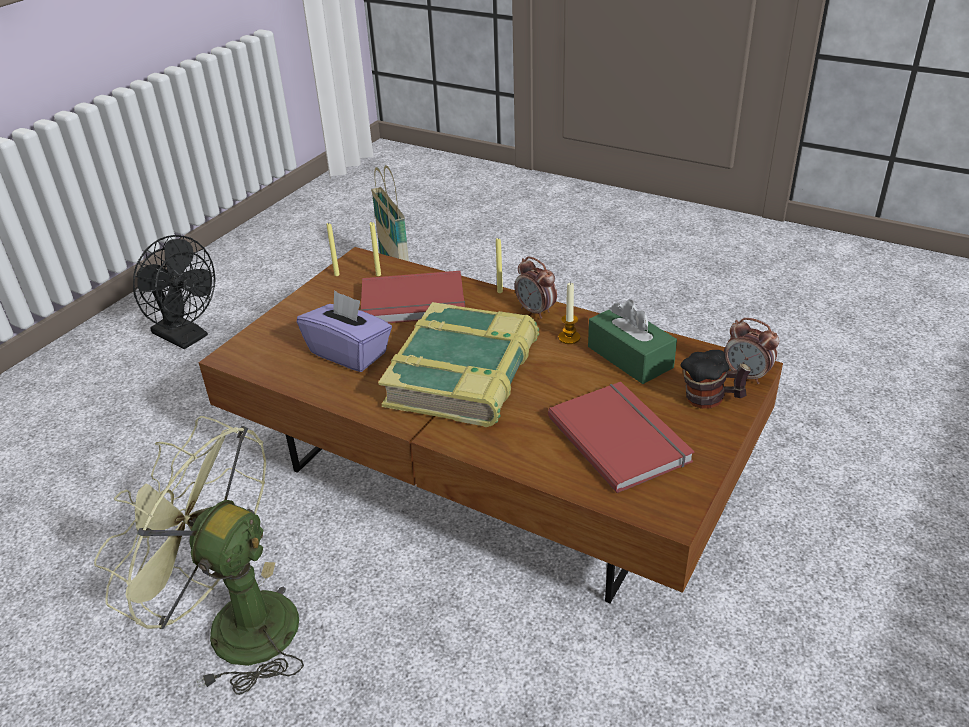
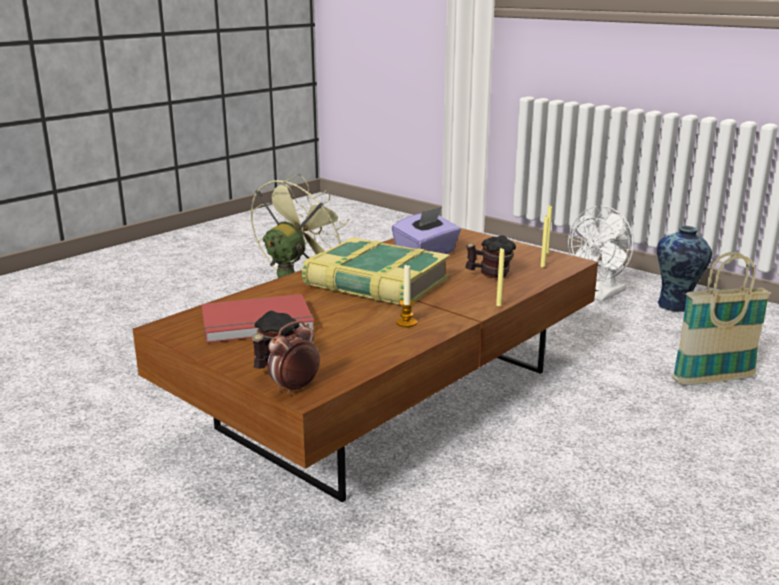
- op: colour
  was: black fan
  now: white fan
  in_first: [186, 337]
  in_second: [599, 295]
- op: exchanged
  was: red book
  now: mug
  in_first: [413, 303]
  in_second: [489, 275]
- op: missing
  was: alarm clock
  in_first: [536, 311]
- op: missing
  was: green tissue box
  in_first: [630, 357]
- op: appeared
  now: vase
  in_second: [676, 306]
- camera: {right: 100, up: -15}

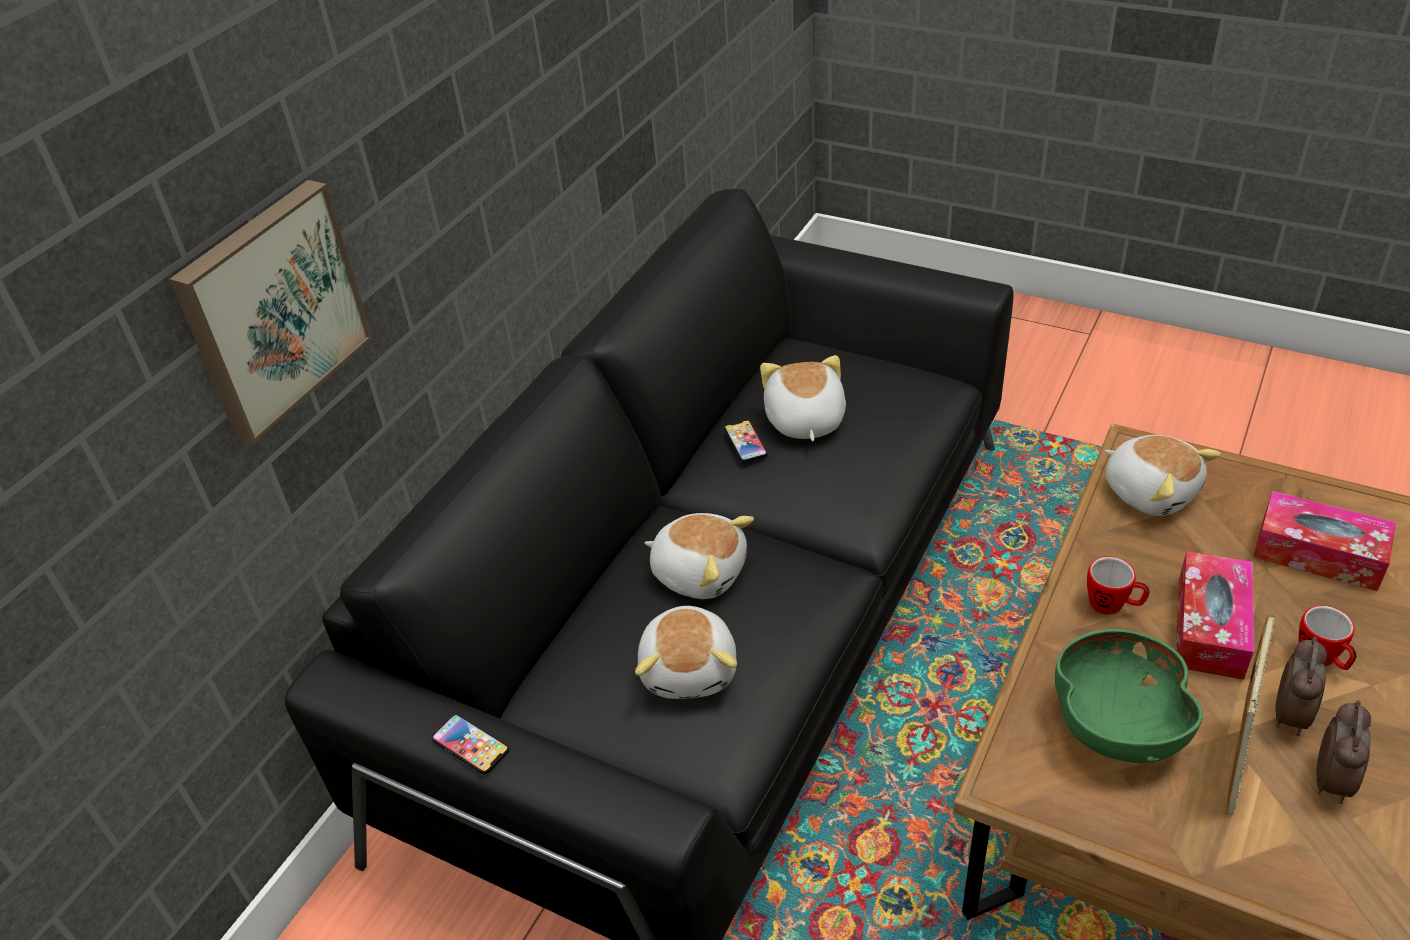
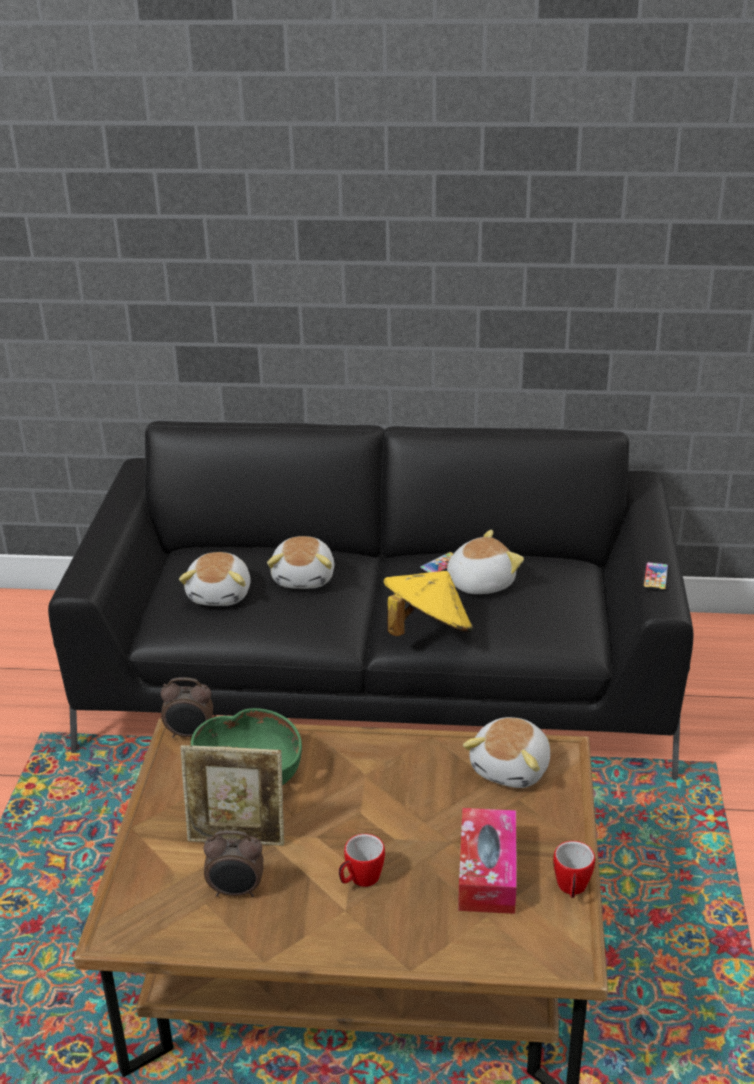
- op: missing
  was: picture
  in_first: [271, 309]
- op: relocated
  was: phone
  in_first: [470, 745]
  in_second: [655, 577]
- op: spun
  was: plush toy
  in_first: [690, 669]
  in_second: [221, 594]
  clockwise: -60
- op: relocated
  was: mug
  in_first: [1113, 605]
  in_second: [572, 889]
- op: missing
  was: tissue box
  in_first: [1210, 627]
- op: relocated
  was: alarm clock
  in_first: [1291, 715]
  in_second: [190, 734]
- op: appeared
  now: yellow hat
  in_second: [427, 630]
- camera: {right: 65, up: -10}

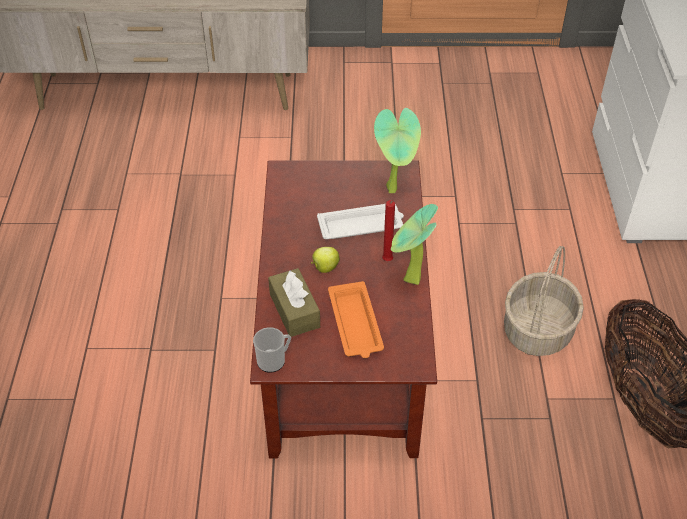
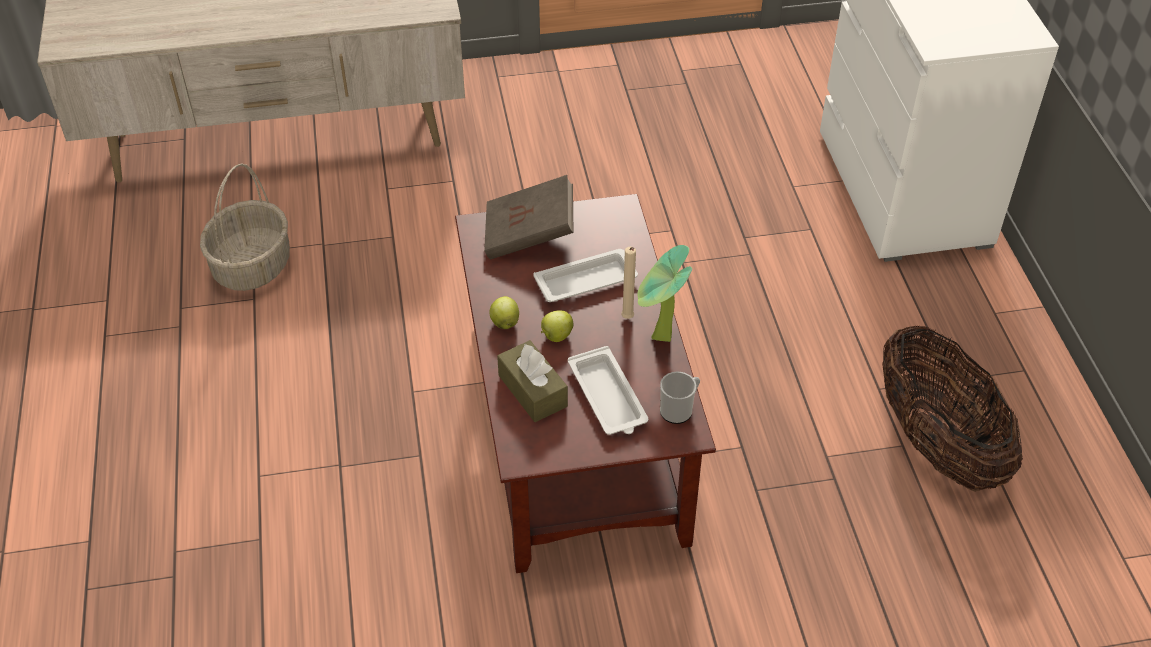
- op: relocated
  was: mug
  in_first: [274, 360]
  in_second: [679, 410]
- op: colour
  was: orange tray
  now: white tray
  in_first: [355, 324]
  in_second: [608, 397]
- op: missing
  was: potted plant
  in_first: [395, 189]
- op: colour
  was: red candle
  now: beige candle
  in_first: [387, 261]
  in_second: [627, 319]
- op: relocated
  was: basket
  in_first: [538, 331]
  in_second: [252, 267]
- op: appeared
  now: brown book
  in_second: [529, 235]
- op: appeared
  now: apple
  in_second: [505, 322]
- camera: {right: -10, up: 0}

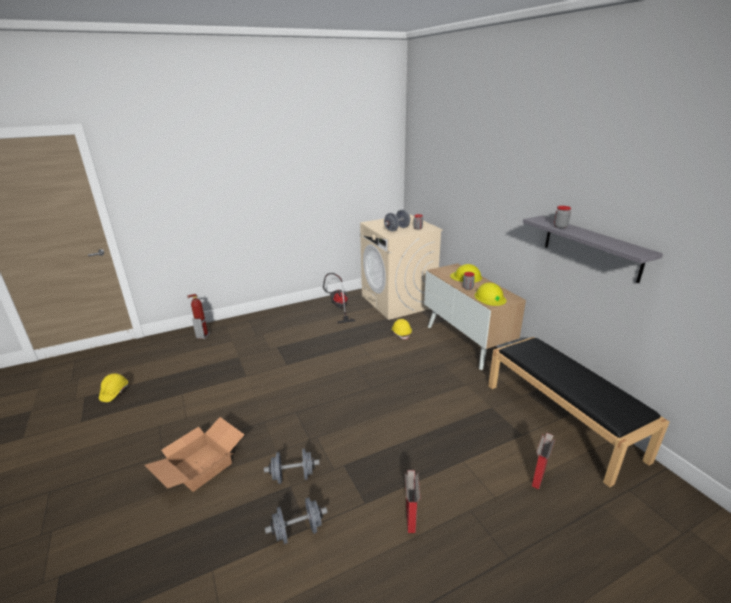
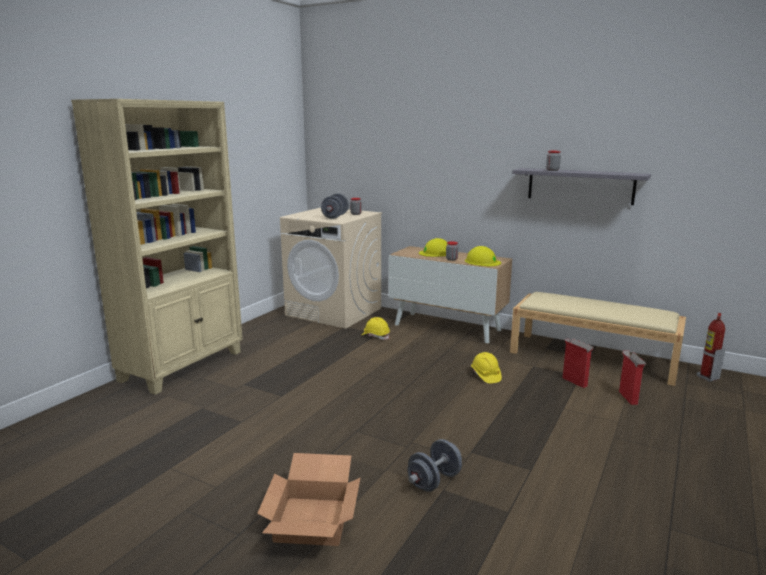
- op: relocated
  was: yellow hard hat
  in_first: [114, 392]
  in_second: [485, 375]
- op: relocated
  was: fire extinguisher
  in_first: [203, 336]
  in_second: [707, 377]
- op: missing
  was: grey dumbbell
  in_first: [298, 531]
- op: missing
  was: vacuum cleaner
  in_first: [339, 308]
- op: relocated
  was: cardboard box
  in_first: [410, 519]
  in_second: [575, 382]
- op: colour
  was: black bench
  now: beige bench
  in_first: [562, 420]
  in_second: [593, 357]
- op: appeared
  now: beige bookcase
  in_second: [183, 366]
- camera: {right: -35, up: -10}

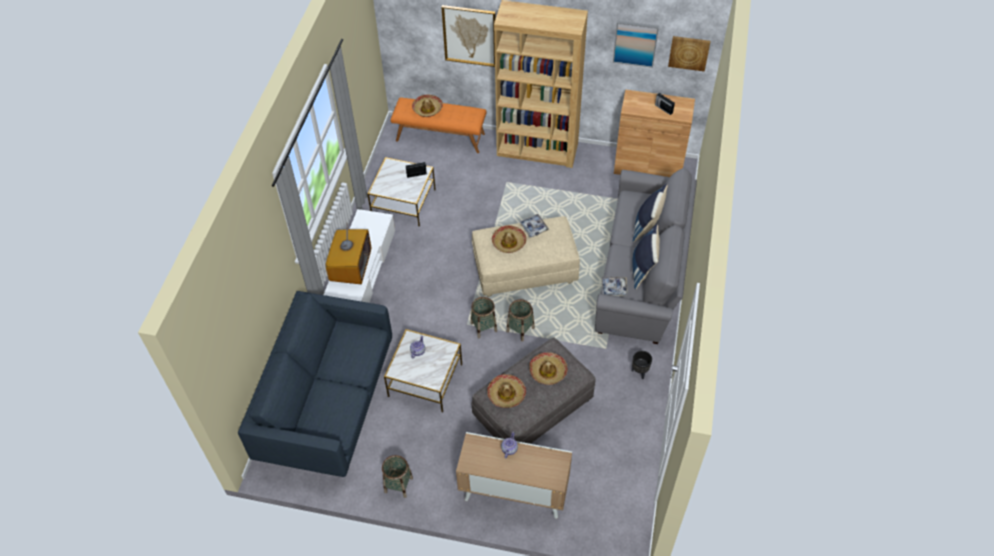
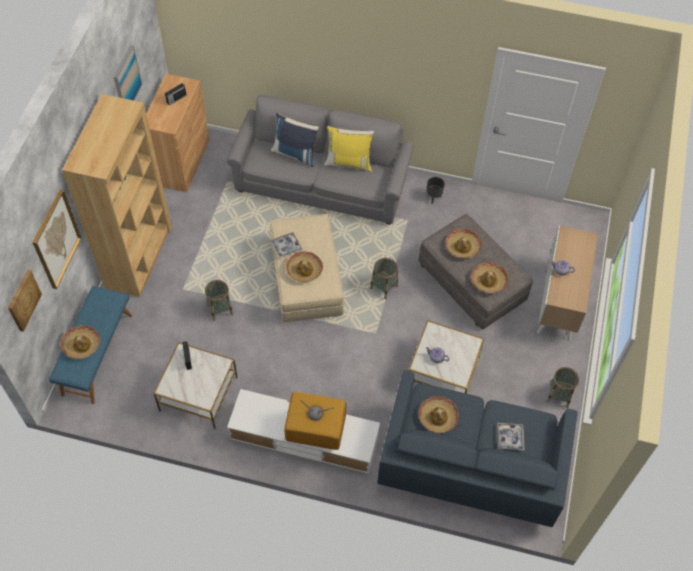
- op: colour
  was: orange bench
  now: blue bench
  in_first: [440, 136]
  in_second: [96, 354]
- op: relocated
  was: basket
  in_first: [483, 327]
  in_second: [220, 309]
- op: relocated
  was: tray
  in_first: [614, 288]
  in_second: [510, 438]
- op: colour
  was: blue pillow
  now: yellow pillow
  in_first: [643, 270]
  in_second: [349, 162]
- op: relocated
  was: picture
  in_first: [689, 52]
  in_second: [23, 300]
- op: appeared
  now: hat
  in_second: [438, 417]
- camera: {right: -90, up: 5}

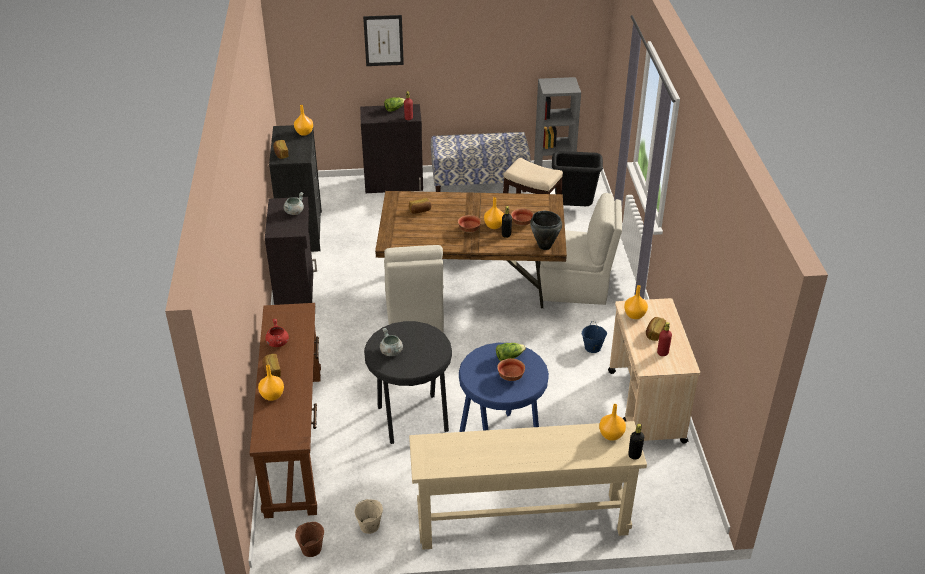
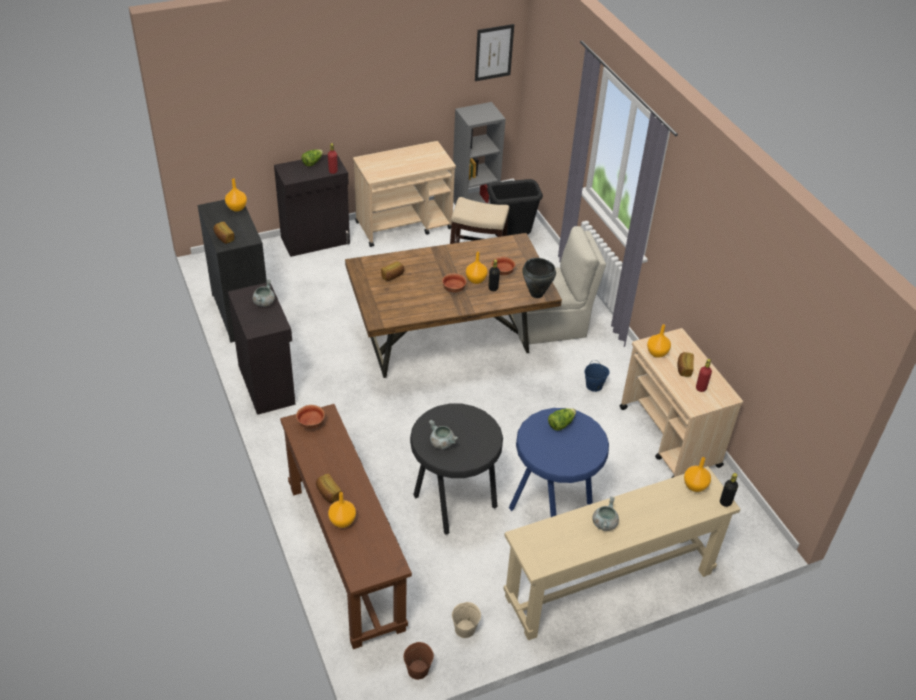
- op: missing
  was: red cooking pot
  in_first: [277, 343]
- op: relocated
  was: picture
  in_first: [383, 40]
  in_second: [494, 52]
- op: missing
  was: beige chair
  in_first: [414, 317]
- op: exchanged
  was: bench
  now: beige cart
  in_first: [479, 183]
  in_second: [404, 225]
- op: relocated
  was: bowl
  in_first: [510, 377]
  in_second: [310, 424]
- op: appeared
  now: grey cooking pot
  in_second: [604, 523]
- camera: {right: -20, up: 5}

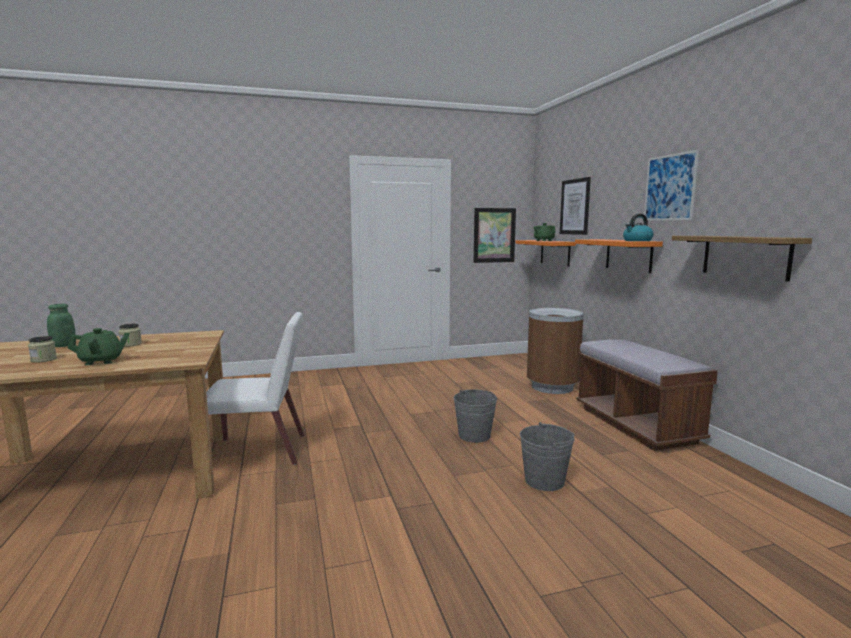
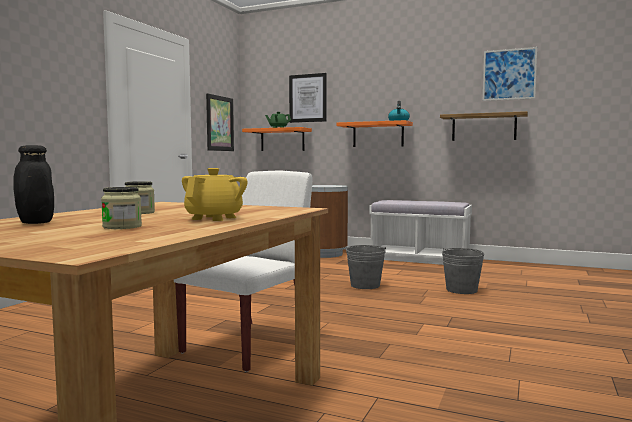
- op: colour
  was: green jar
  now: black jar
  in_first: [63, 345]
  in_second: [35, 222]
- op: colour
  was: green teapot
  now: yellow teapot
  in_first: [101, 361]
  in_second: [214, 218]
- op: colour
  was: brown bench
  now: white bench
  in_first: [635, 425]
  in_second: [419, 259]
- op: relocated
  was: picture
  in_first: [670, 187]
  in_second: [509, 74]
- camera: {right: -50, up: -5}

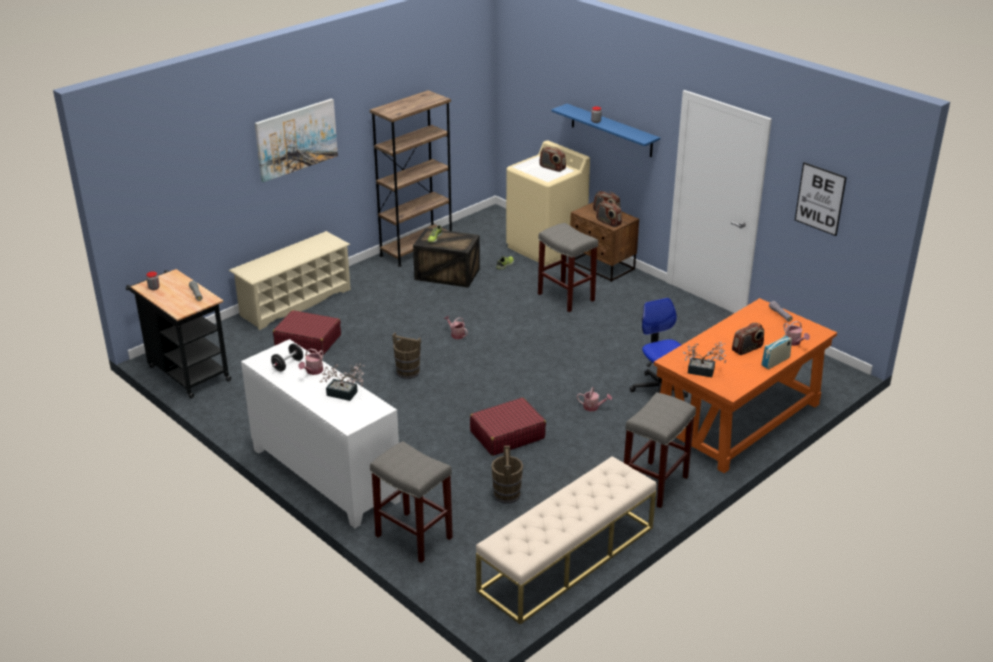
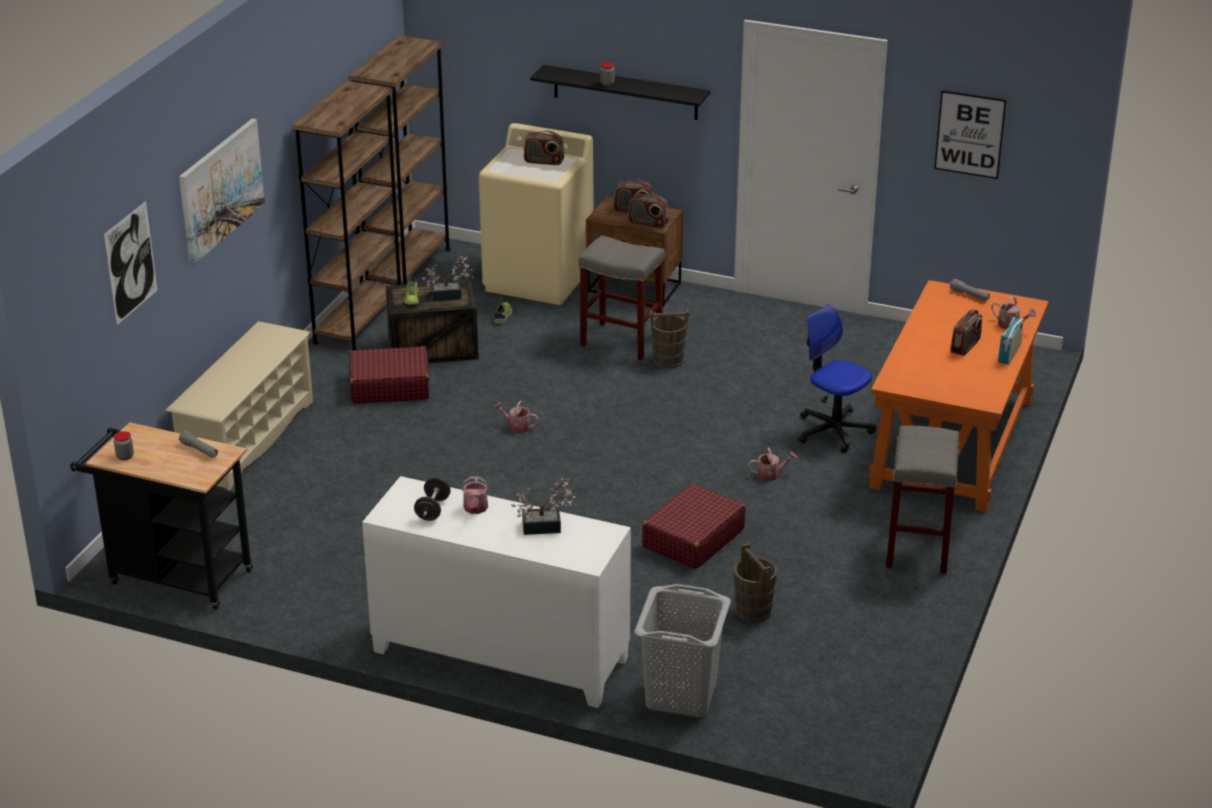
- op: relocated
  was: red suitcase
  in_first: [308, 341]
  in_second: [389, 386]
- op: exchanged
  was: grey stool
  now: grey laundry basket
  in_first: [412, 536]
  in_second: [680, 695]
- op: relocated
  was: brown bucket
  in_first: [408, 372]
  in_second: [668, 360]
- op: missing
  was: beige bench
  in_first: [567, 559]
- op: colour
  was: blue shelf
  now: black shelf
  in_first: [611, 130]
  in_second: [625, 92]
- op: relocated
  was: potted plant
  in_first: [704, 371]
  in_second: [450, 295]
- op: appeared
  now: picture
  in_second: [131, 263]
- op: appeared
  now: brown bookcase
  in_second: [408, 268]
- camera: {right: -25, up: 0}

